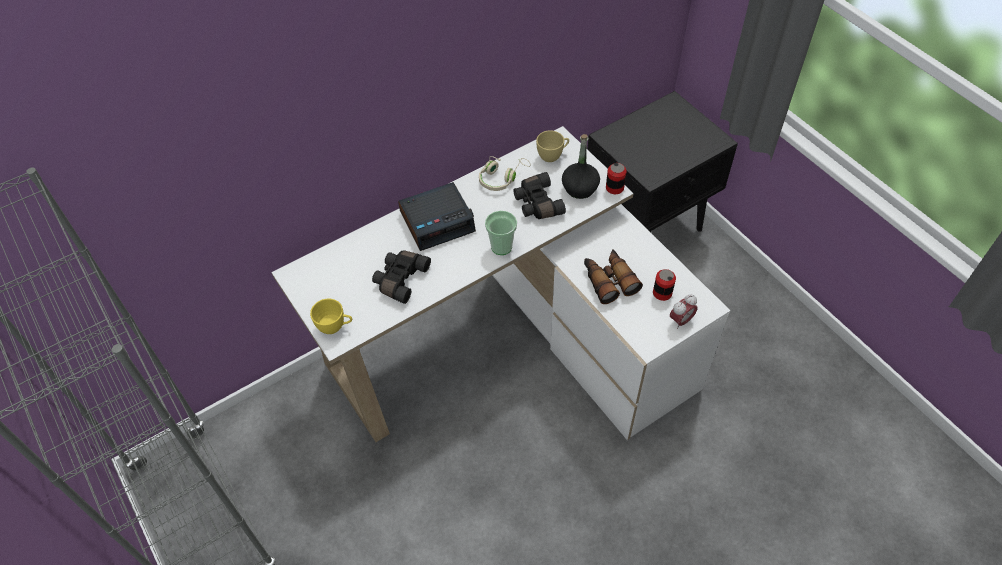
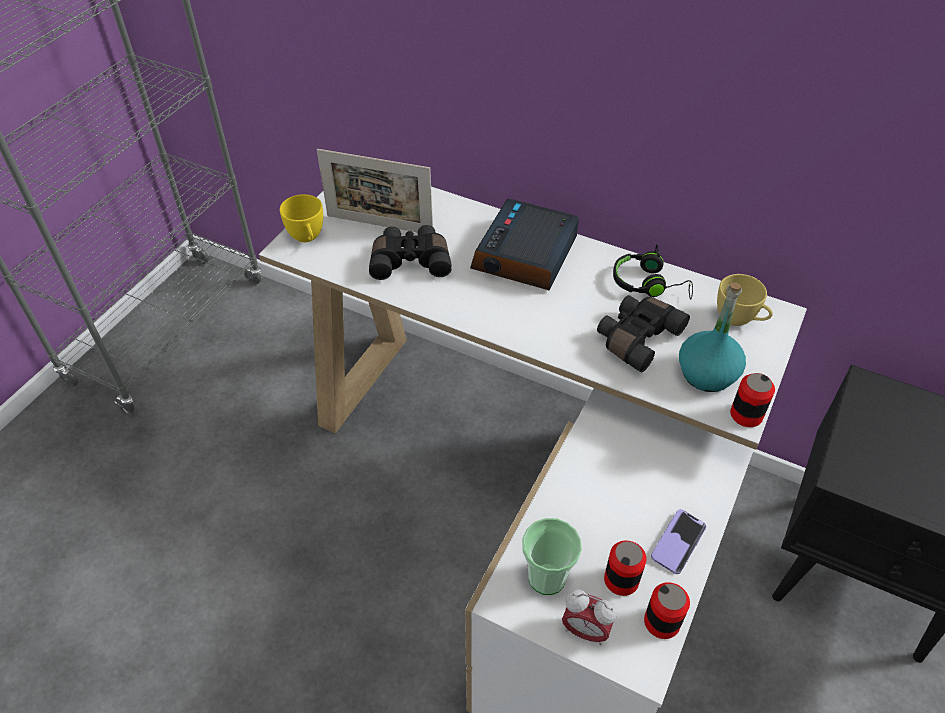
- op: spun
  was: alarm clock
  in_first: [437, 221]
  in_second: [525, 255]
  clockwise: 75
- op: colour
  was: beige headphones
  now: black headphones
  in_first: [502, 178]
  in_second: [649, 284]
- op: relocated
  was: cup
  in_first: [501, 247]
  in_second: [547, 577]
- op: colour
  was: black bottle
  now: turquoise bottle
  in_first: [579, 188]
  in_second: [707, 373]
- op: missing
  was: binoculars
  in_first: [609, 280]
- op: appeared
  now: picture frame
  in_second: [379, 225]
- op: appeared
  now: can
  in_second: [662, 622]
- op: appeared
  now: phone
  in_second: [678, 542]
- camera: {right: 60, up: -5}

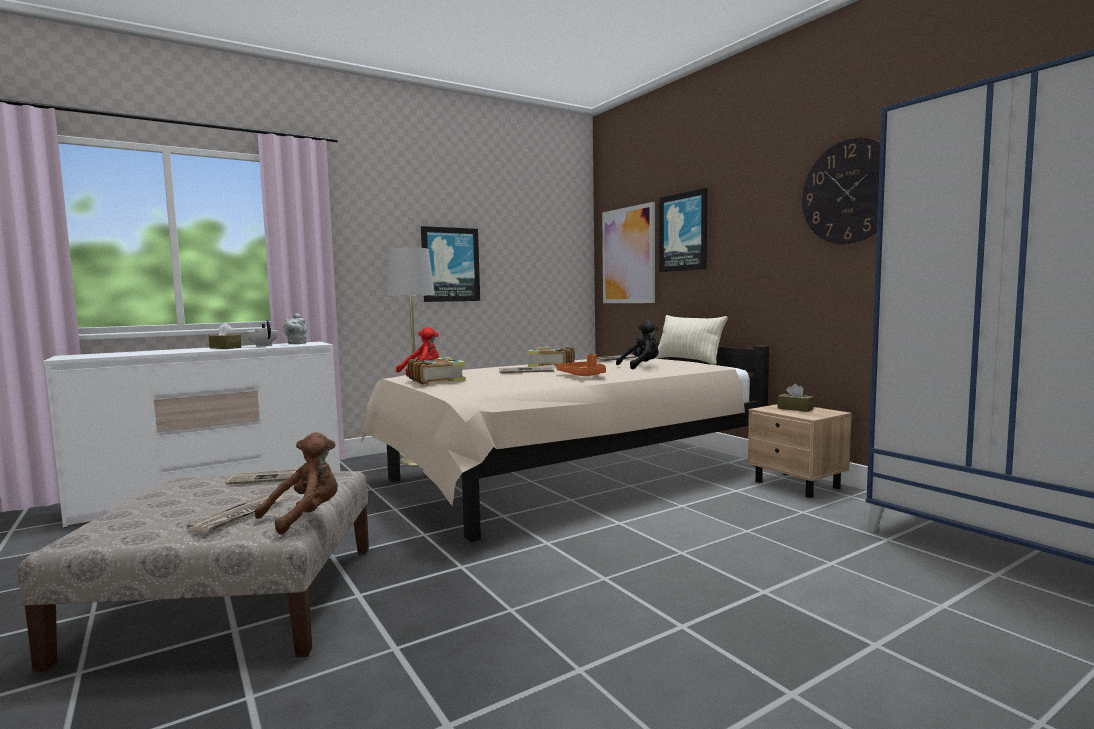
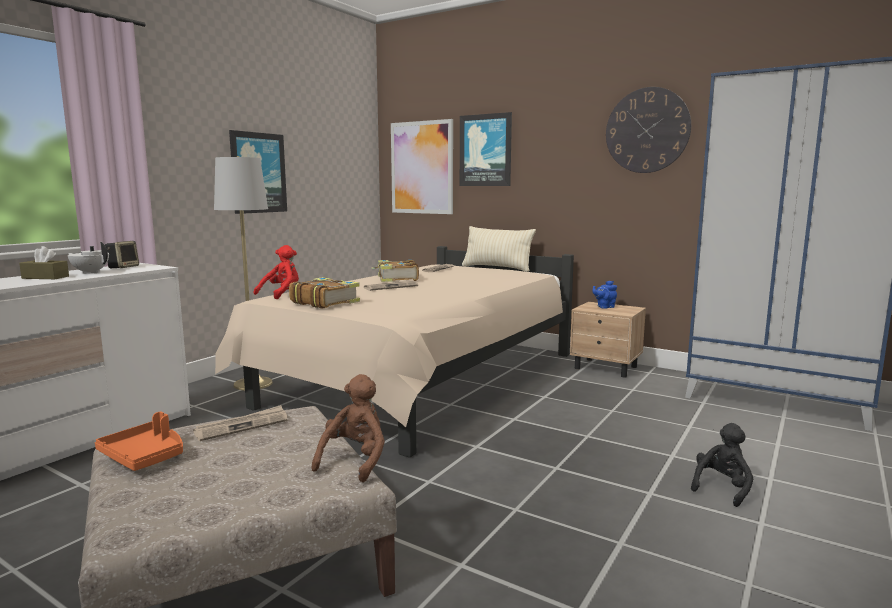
- op: missing
  was: newspaper
  in_first: [239, 515]
- op: exchanged
  was: grey teapot
  now: speaker
  in_first: [296, 343]
  in_second: [123, 267]
- op: relocated
  was: orange tray
  in_first: [583, 375]
  in_second: [145, 456]
- op: relocated
  was: black plush toy
  in_first: [641, 366]
  in_second: [722, 488]
- op: exchanged
  was: brown tissue box
  now: blue teapot
  in_first: [795, 409]
  in_second: [604, 307]
- camera: {right: -25, up: 5}

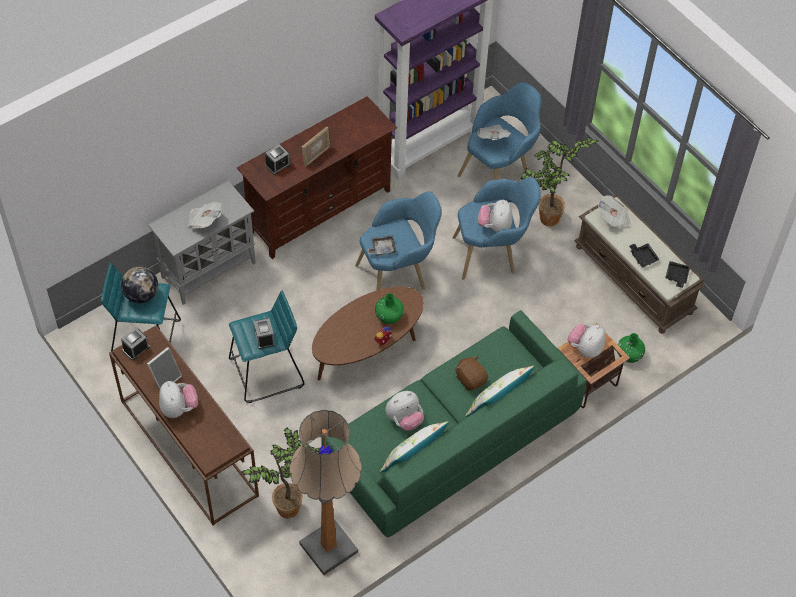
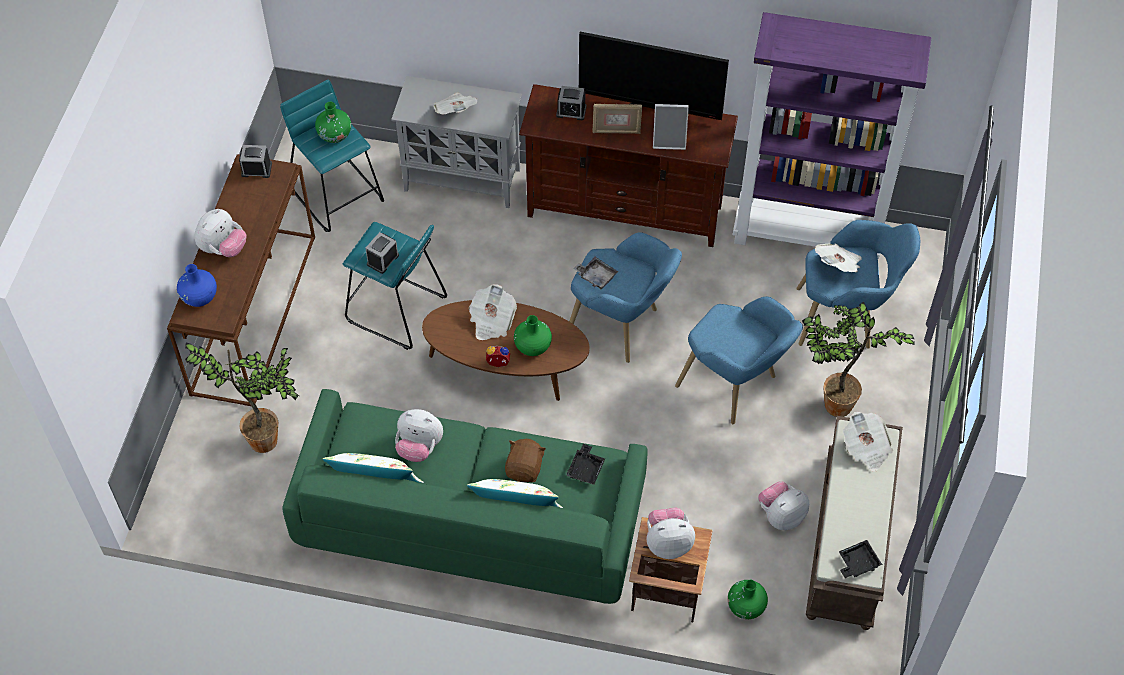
- op: exchanged
  was: globe
  now: green vase
  in_first: [141, 295]
  in_second: [335, 135]
- op: relocated
  was: picture frame
  in_first: [165, 378]
  in_second: [669, 140]
- op: missing
  was: floor lamp
  in_first: [328, 548]
- op: relocated
  was: plush toy
  in_first: [494, 226]
  in_second: [781, 515]
- op: relocated
  was: black tray
  in_first: [643, 257]
  in_second: [586, 469]
- op: appeared
  now: blue vase
  in_second: [199, 297]
- op: appeared
  now: newspaper
  in_second: [491, 321]
- op: appeared
  now: television
  in_second: [650, 108]
- camera: {right: 50, up: 0}

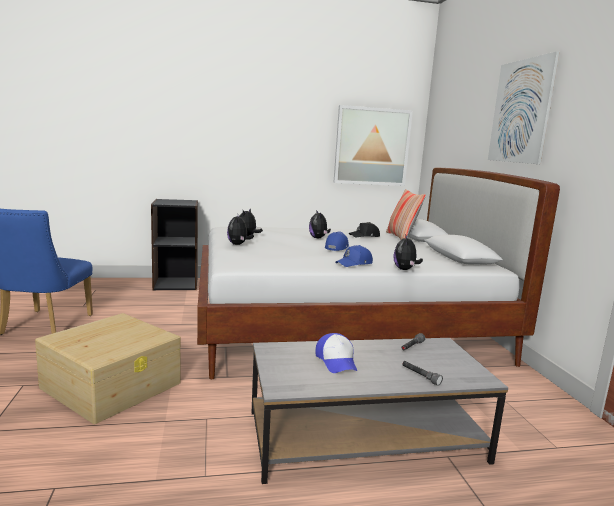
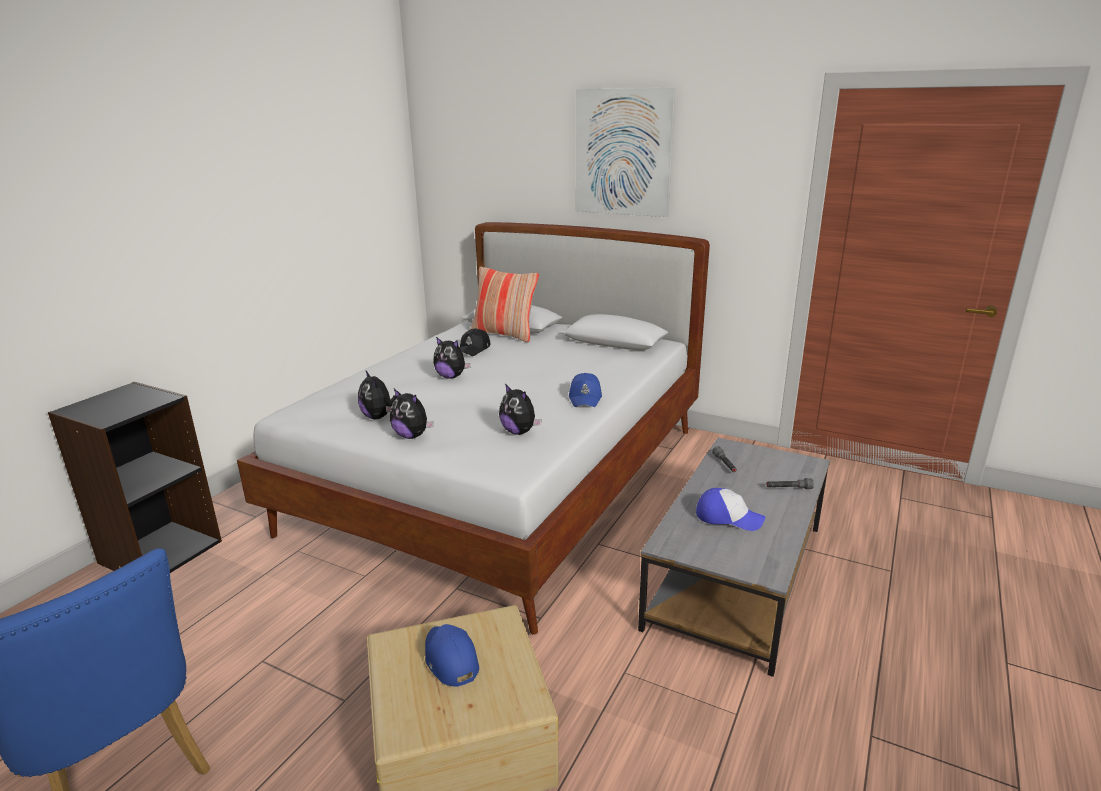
- op: relocated
  was: blue cap
  in_first: [336, 247]
  in_second: [450, 660]
- op: missing
  was: picture
  in_first: [372, 146]
- op: relocated
  was: plush toy
  in_first: [405, 269]
  in_second: [519, 432]
- camera: {right: -50, up: 10}

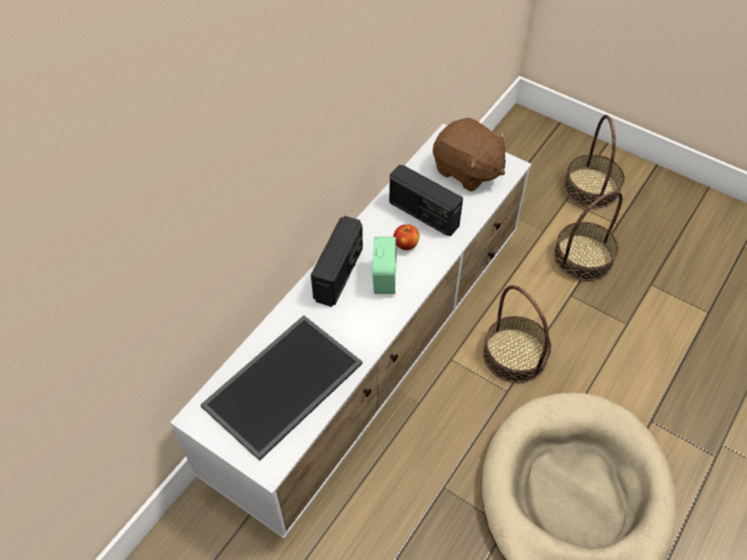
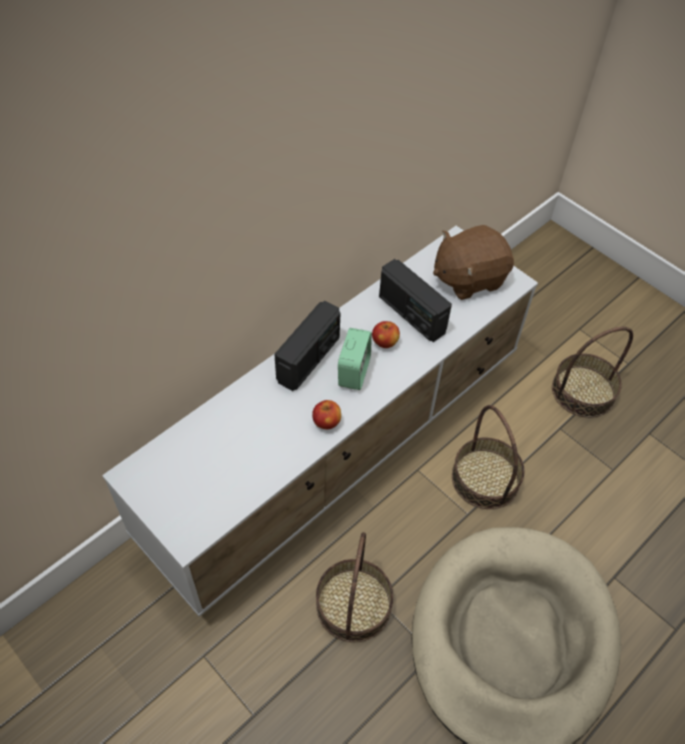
- op: missing
  was: tray
  in_first: [282, 382]
- op: spun
  was: brown plush toy
  in_first: [467, 171]
  in_second: [468, 278]
  clockwise: 105
- op: relocated
  was: basket
  in_first: [591, 187]
  in_second: [353, 604]
- op: appeared
  now: apple
  in_second: [326, 422]
- camera: {right: 10, up: 0}

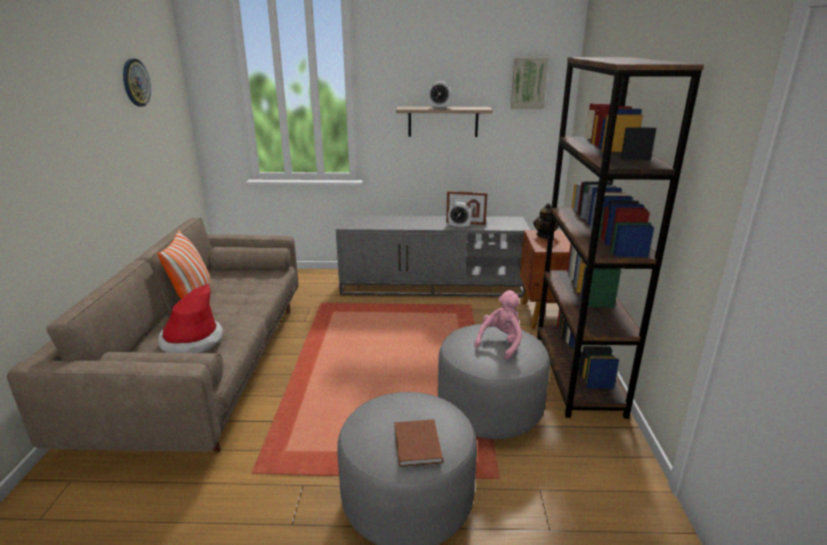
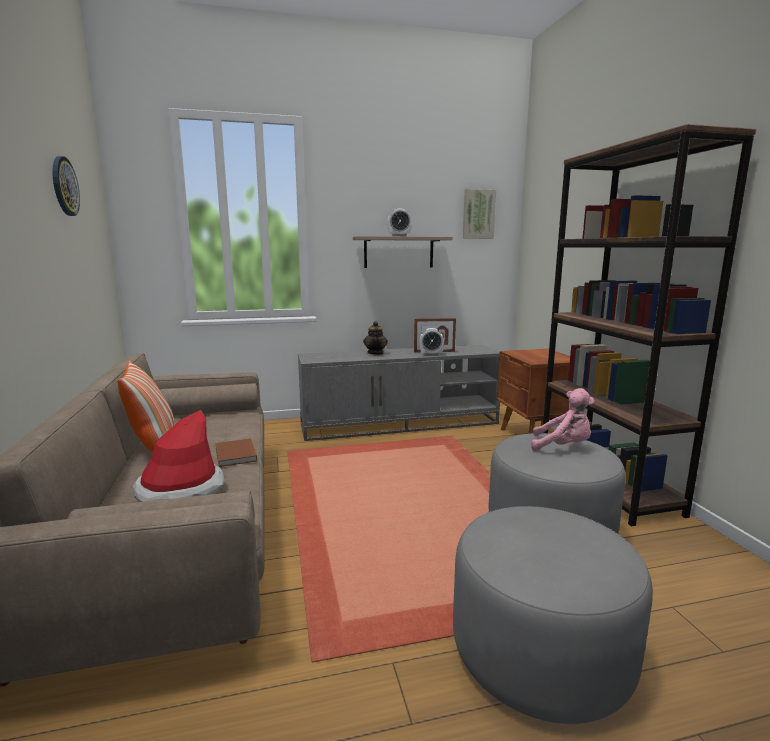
- op: relocated
  was: brown book
  in_first: [416, 446]
  in_second: [235, 455]
- op: spun
  was: pink plush toy
  in_first: [501, 343]
  in_second: [562, 447]
  clockwise: 90
- op: relocated
  was: teapot
  in_first: [545, 235]
  in_second: [375, 353]
- camera: {right: -15, up: -10}

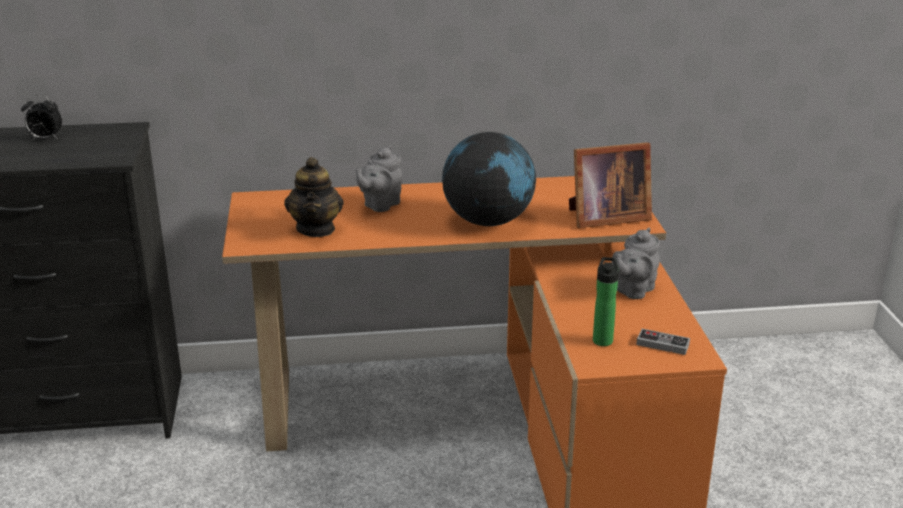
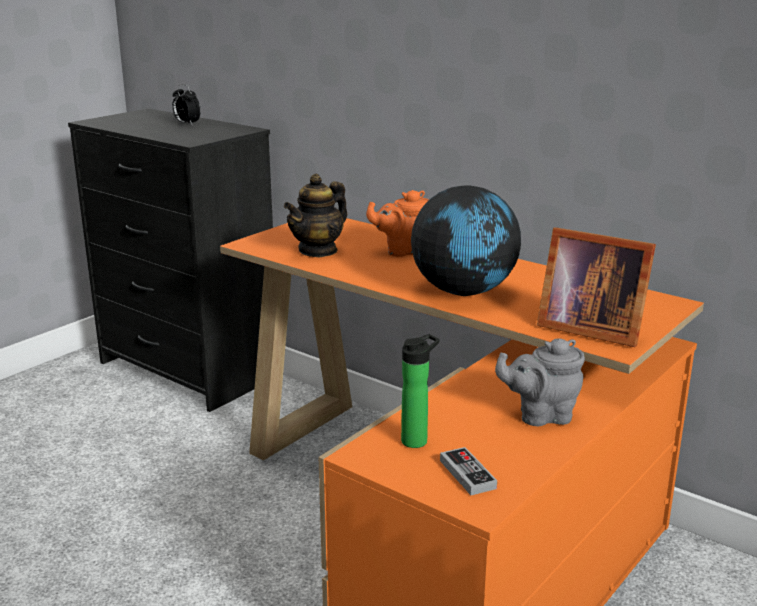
- op: colour
  was: grey teapot
  now: orange teapot
  in_first: [380, 205]
  in_second: [402, 251]
- camera: {right: 45, up: -5}

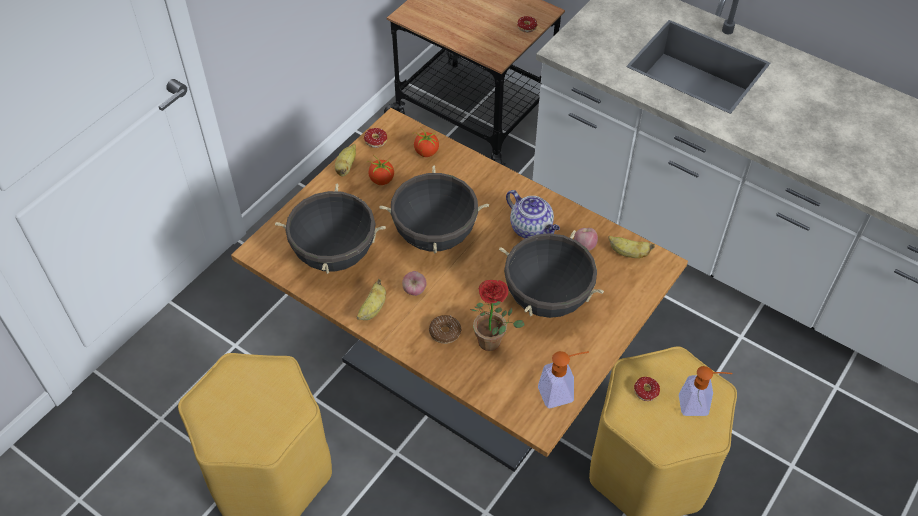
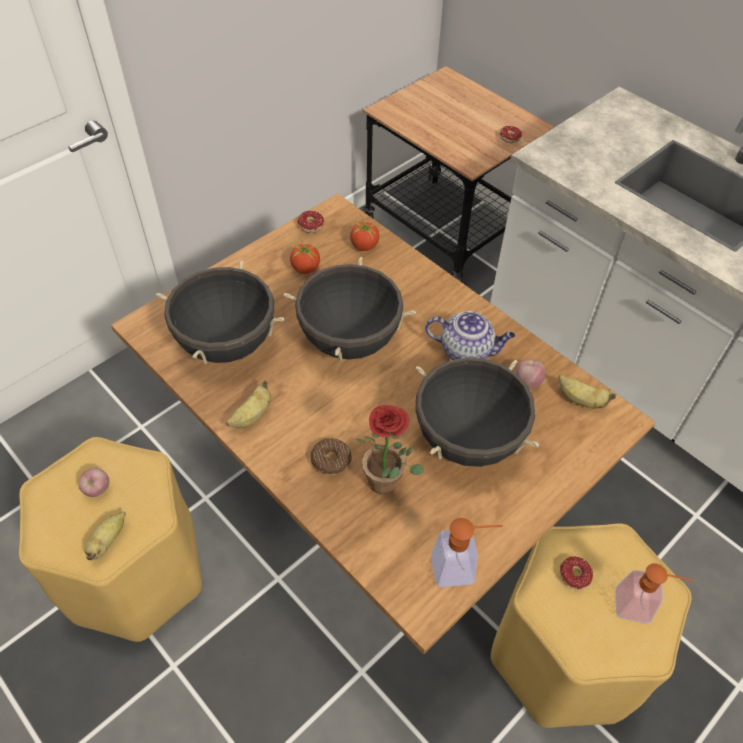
- op: relocated
  was: banana
  in_first: [346, 167]
  in_second: [108, 541]
- op: relocated
  was: apple
  in_first: [414, 291]
  in_second: [98, 489]
- op: spun
  was: teapot
  in_first: [532, 229]
  in_second: [467, 351]
  clockwise: -45
- camera: {right: 10, up: 0}

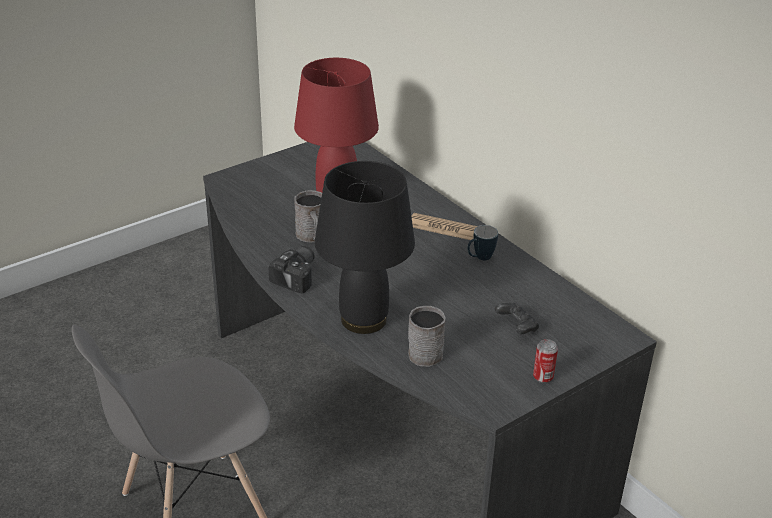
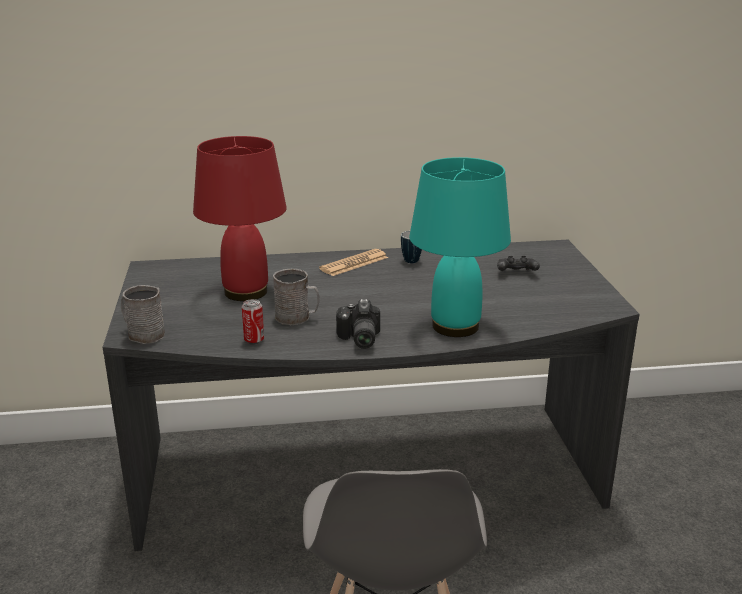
- op: spun
  was: photo camera
  in_first: [298, 276]
  in_second: [358, 339]
  clockwise: -150
- op: colour
  was: black table lamp
  now: turquoise table lamp
  in_first: [362, 319]
  in_second: [454, 327]
- op: relocated
  was: grey mug
  in_first: [425, 351]
  in_second: [142, 334]
- op: relocated
  was: can
  in_first: [543, 377]
  in_second: [254, 340]
- camera: {right: -60, up: -10}

